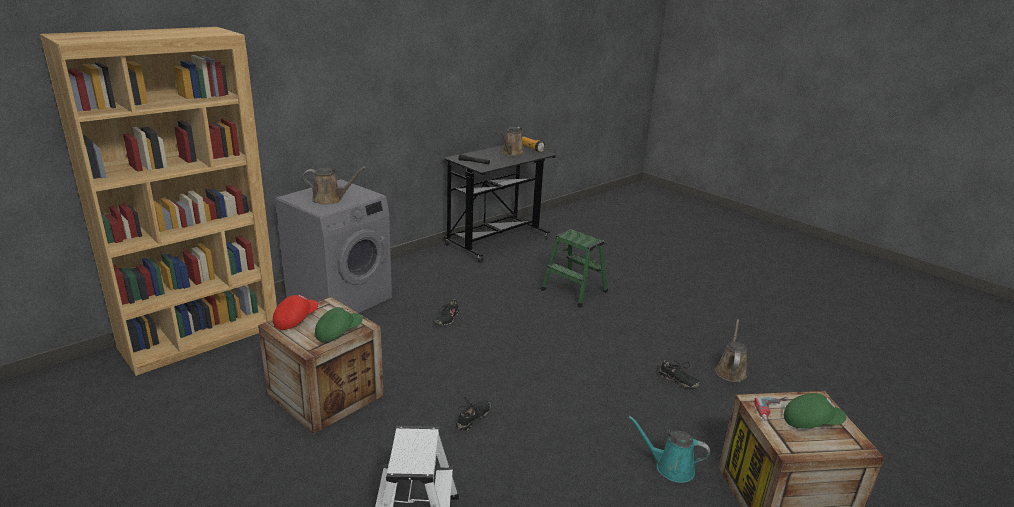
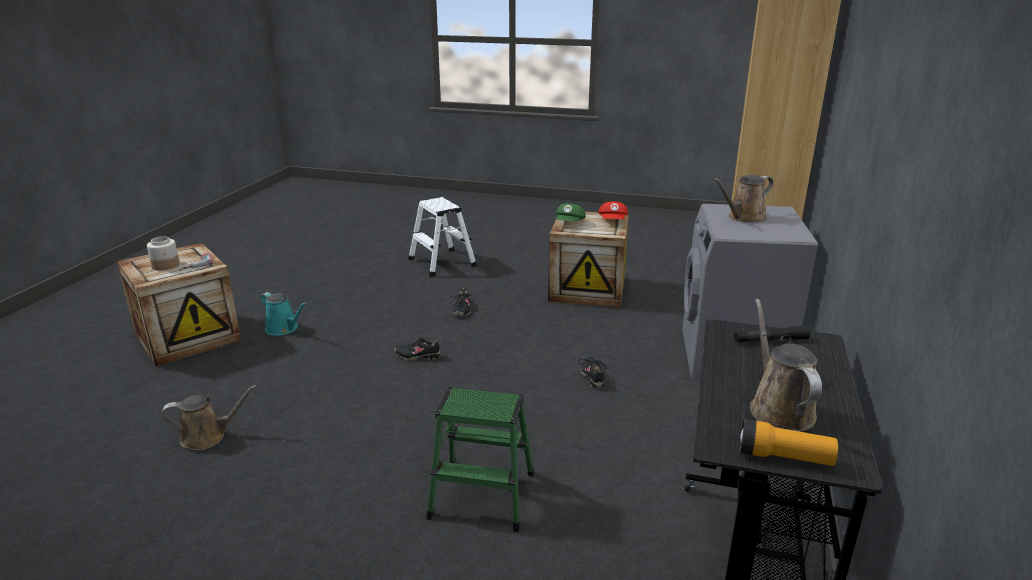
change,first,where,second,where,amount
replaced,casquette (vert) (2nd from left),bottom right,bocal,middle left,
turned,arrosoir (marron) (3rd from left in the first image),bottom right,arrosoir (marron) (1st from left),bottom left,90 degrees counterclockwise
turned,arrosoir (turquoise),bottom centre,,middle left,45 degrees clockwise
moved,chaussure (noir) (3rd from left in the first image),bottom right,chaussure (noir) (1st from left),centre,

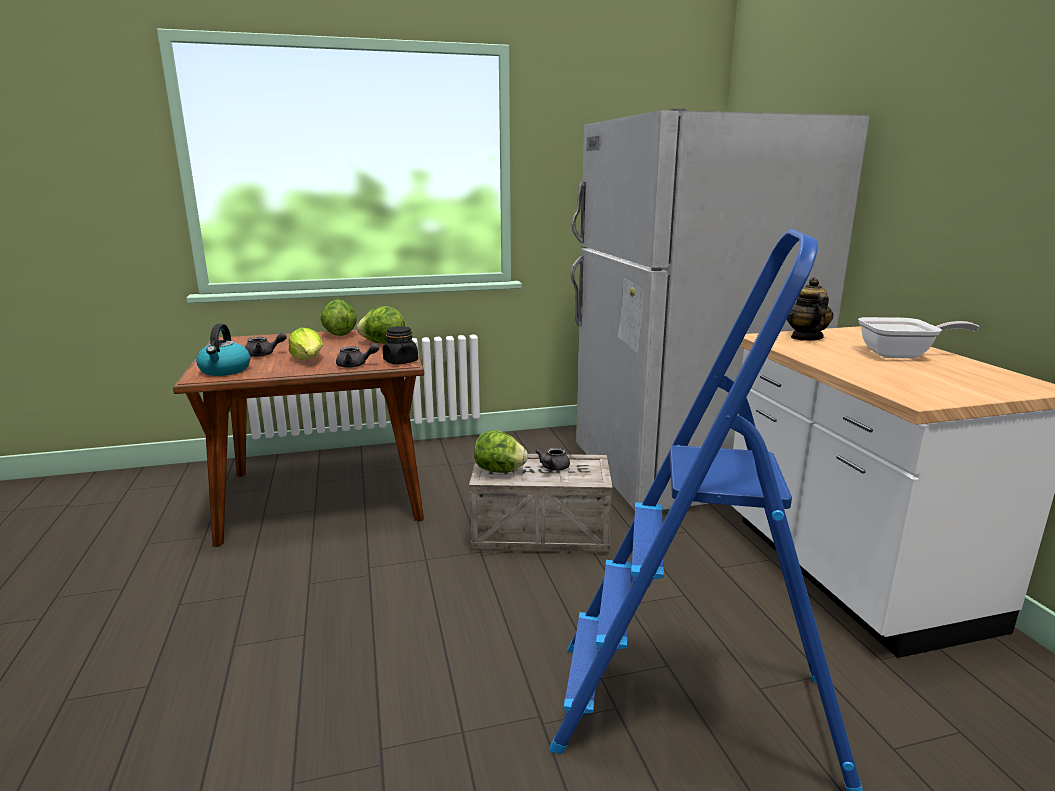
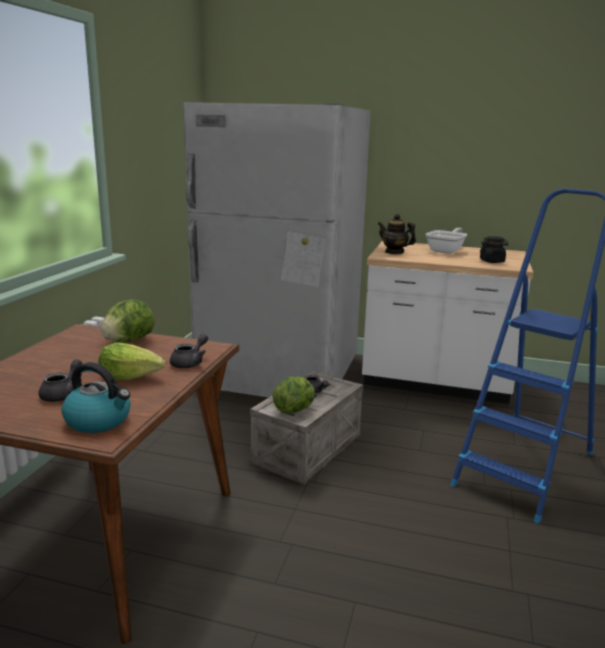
change,first,where,second,where,amount
moved,bocal (noir),centre,,middle right,
removed,laitue (2nd from left),middle left,,,

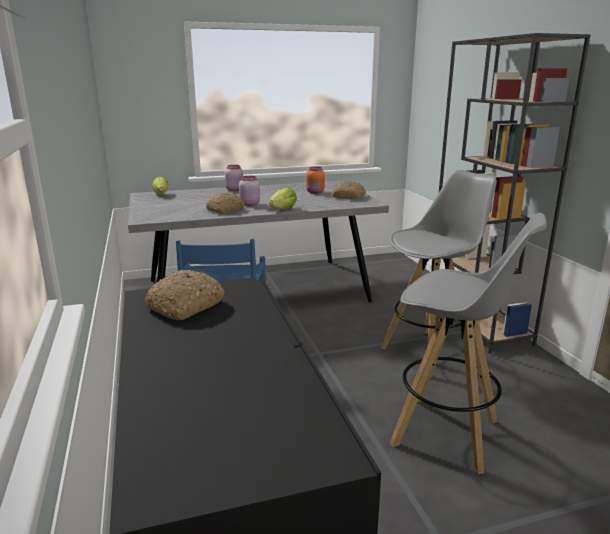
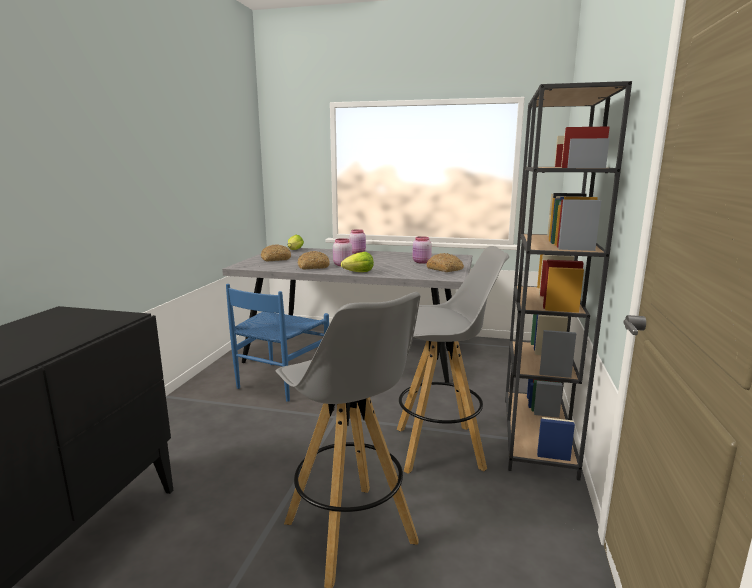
change,first,where,second,where,amount
moved,pain (1st from left),middle left,,centre,
recoloured,bocal (orange),centre,bocal (rose) (3rd from left),centre,

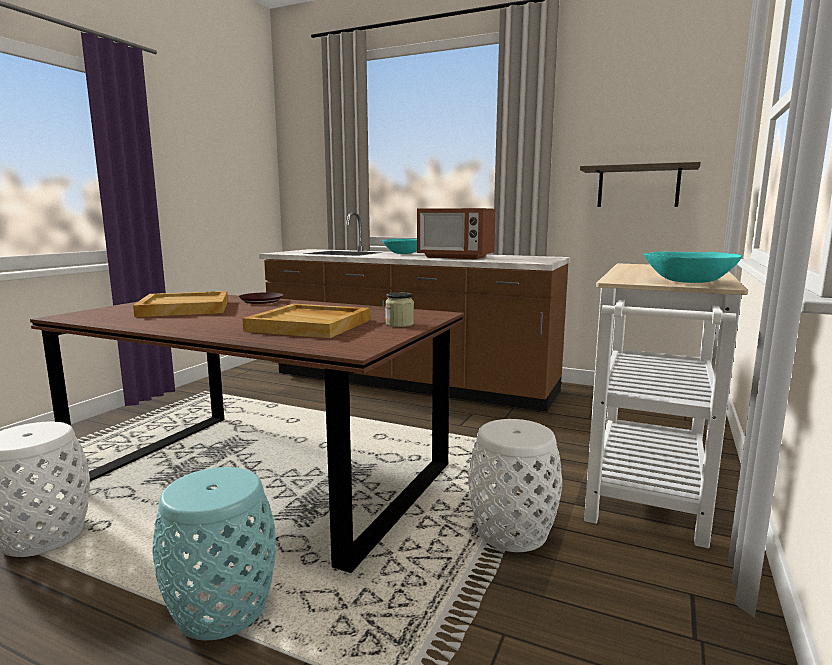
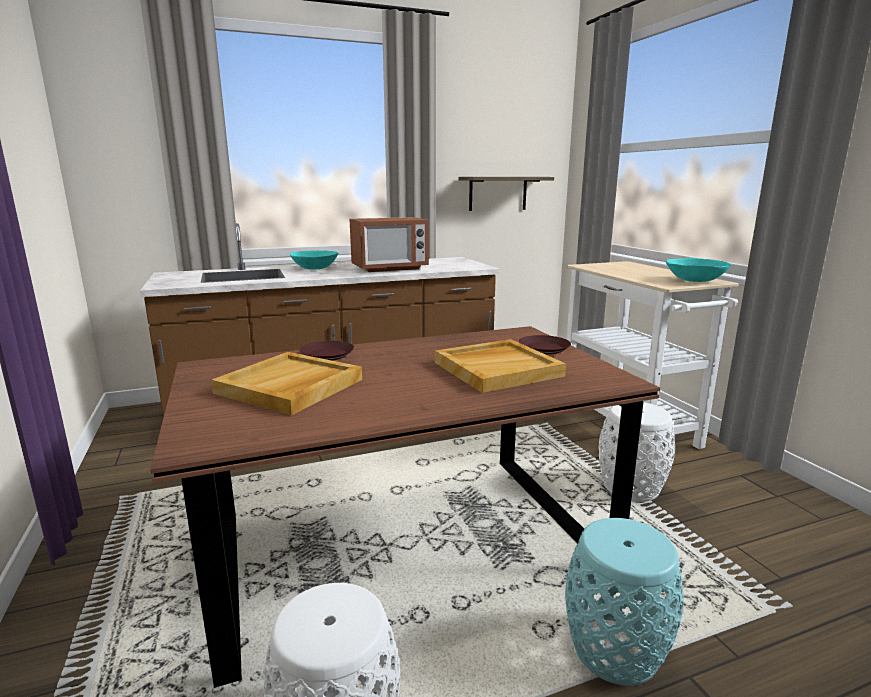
change,first,where,second,where,amount
replaced,bocal,centre,assiette (marron) (2nd from left),centre,

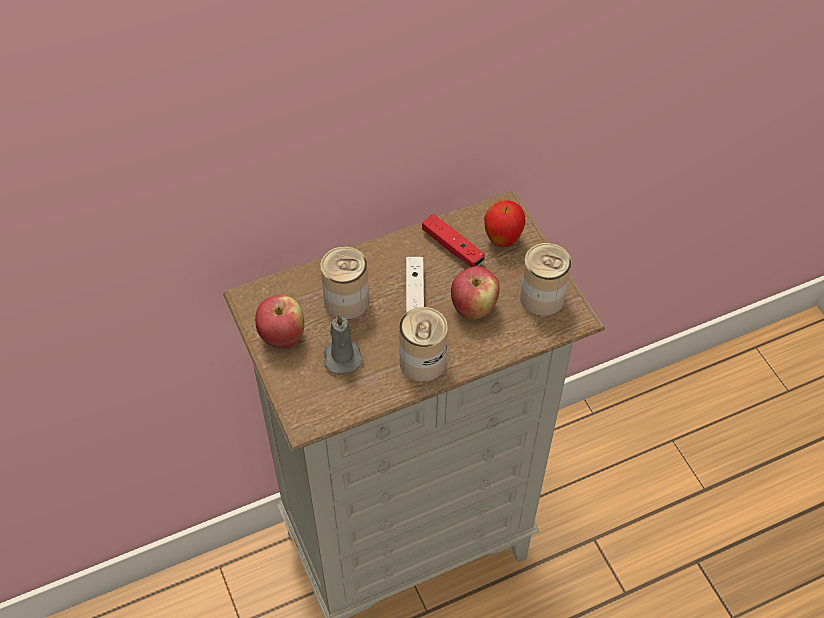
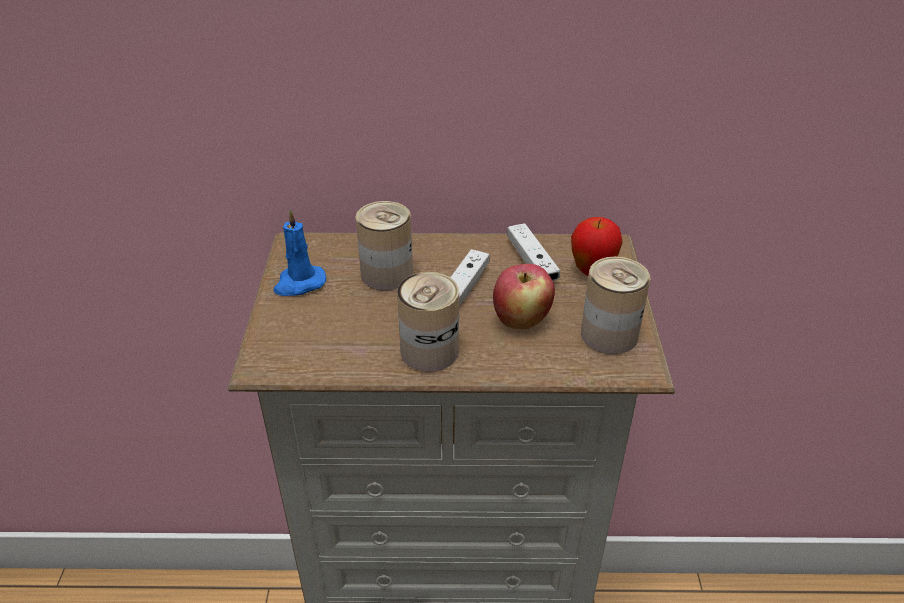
change,first,where,second,where,amount
replaced,pomme (1st from left),centre,bougie (bleu),middle left,
recoloured,manette (rouge),centre,manette (blanc) (2nd from left),centre,
removed,bougie (gris),centre,,,

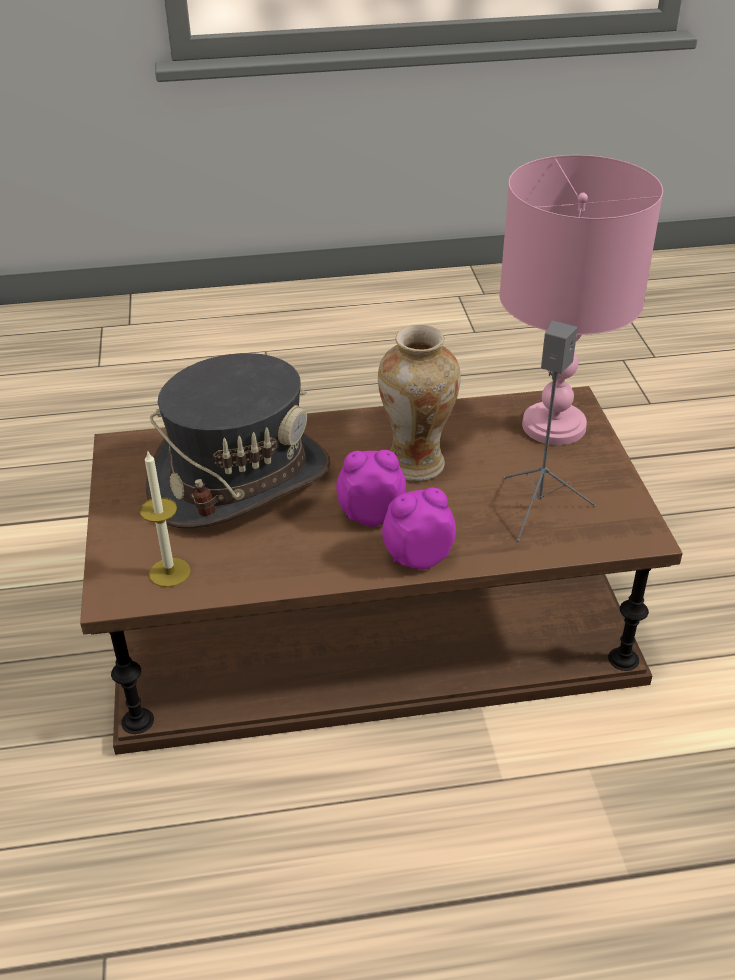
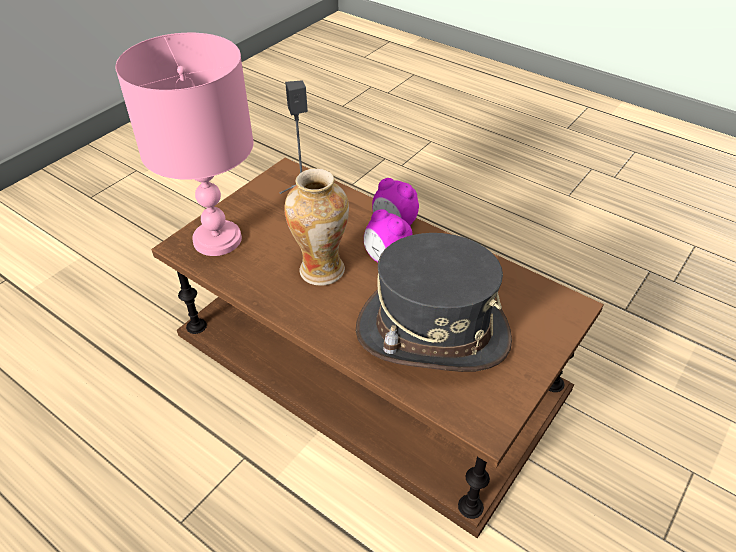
change,first,where,second,where,amount
removed,bougie,middle left,,,

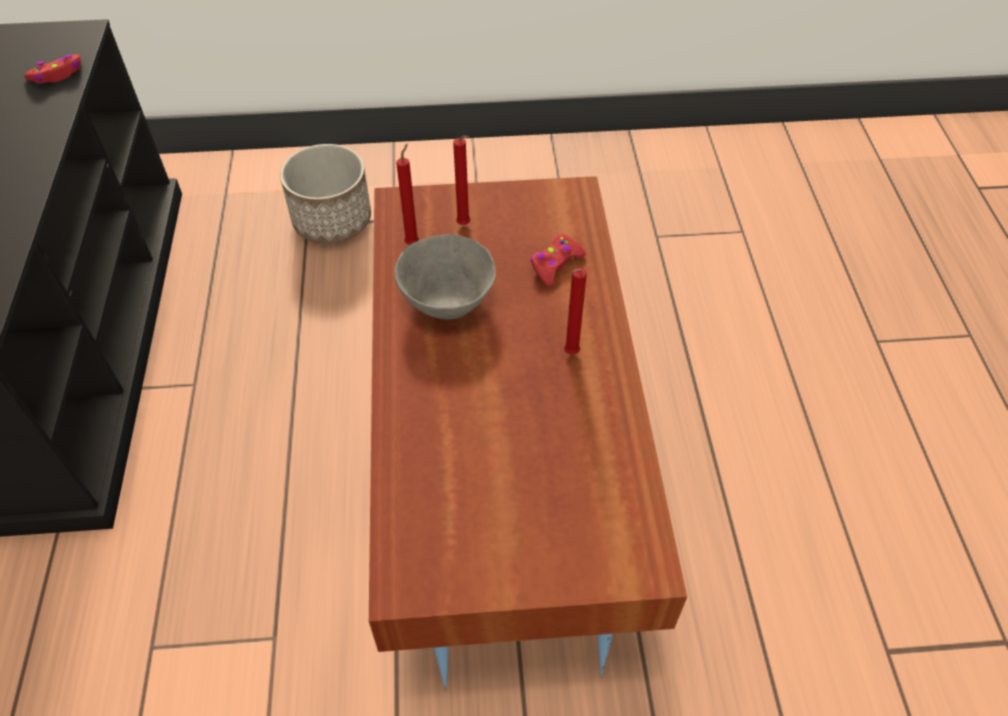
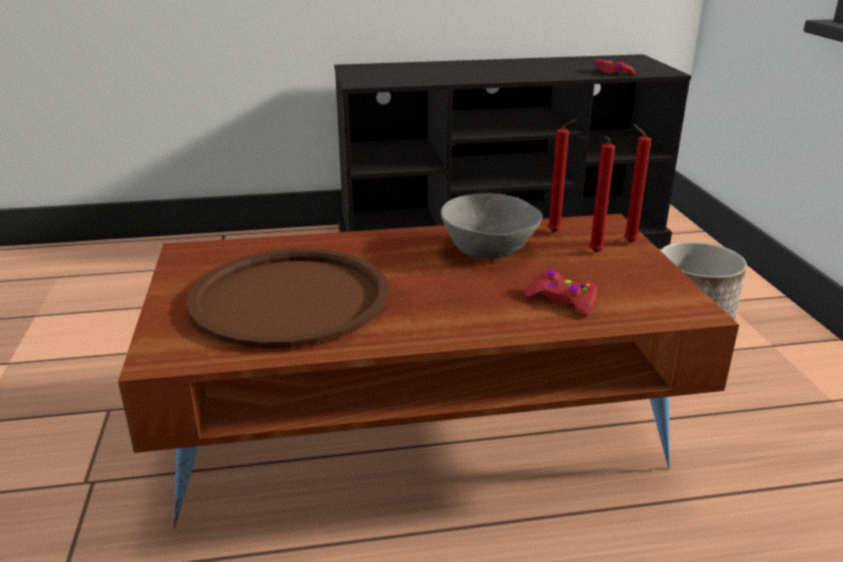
change,first,where,second,where,amount
added,,,plateau (marron),centre,
moved,bougie (rouge) (3rd from left),centre,,top right,

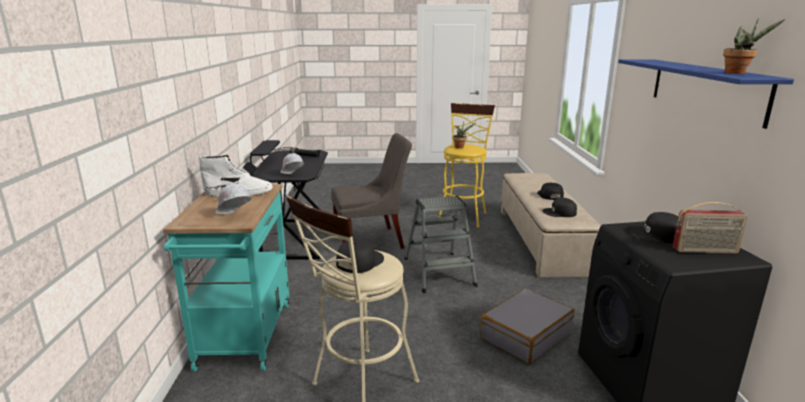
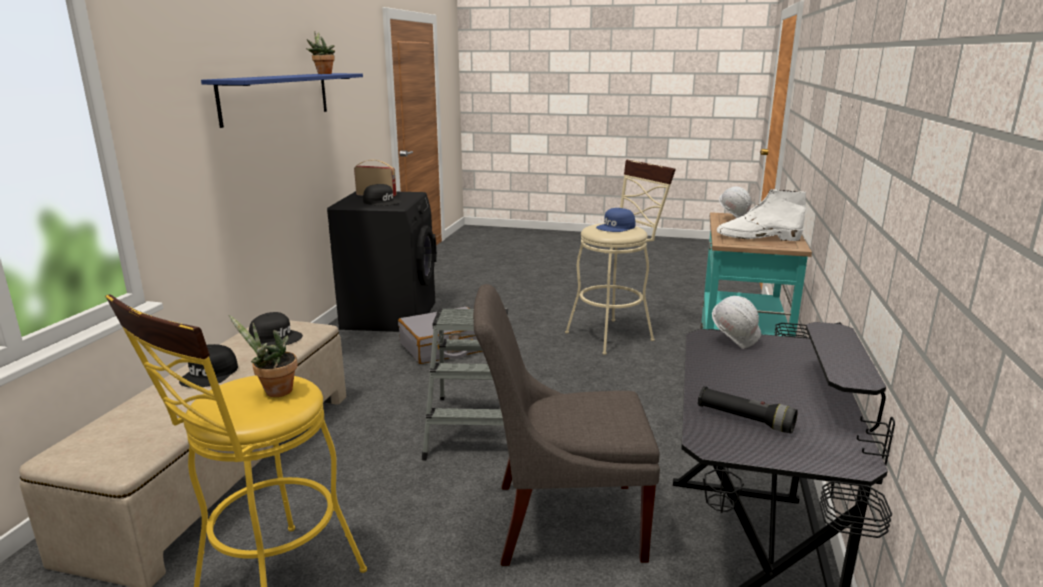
change,first,where,second,where,amount
recoloured,casquette (noir) (1st from left),centre,casquette (bleu),centre,

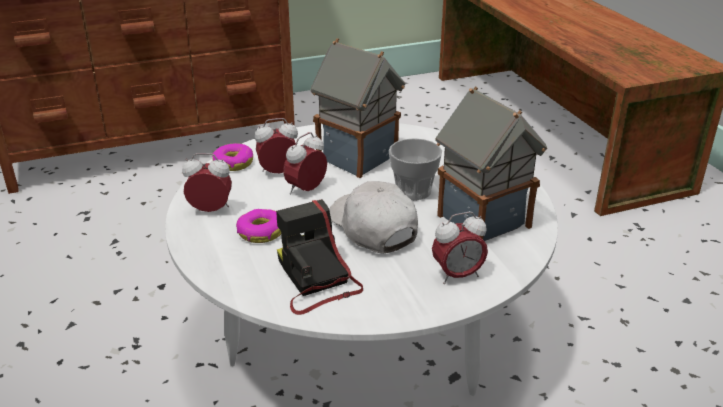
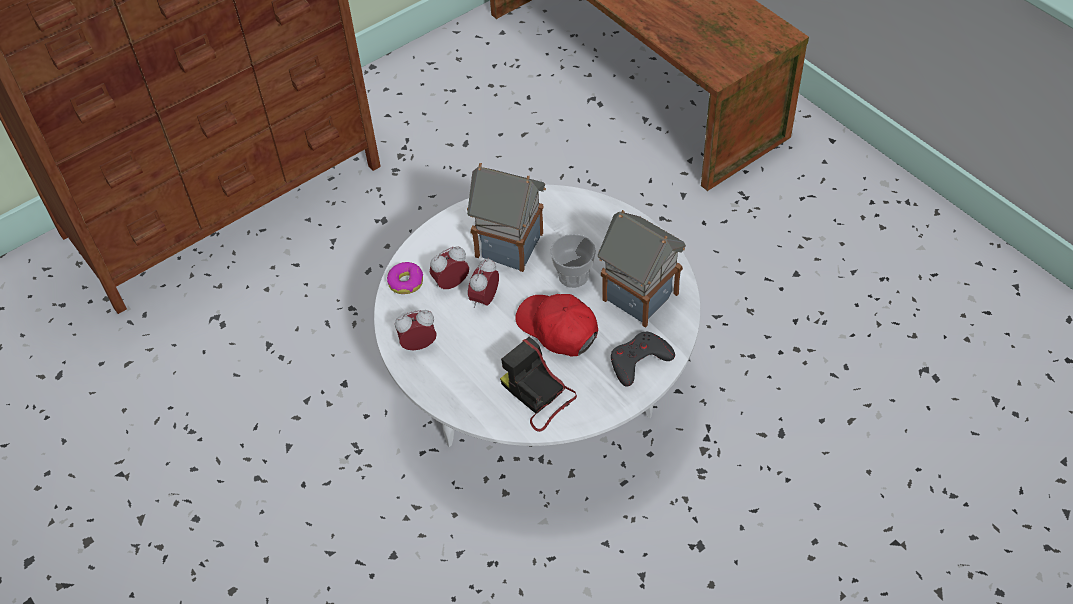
change,first,where,second,where,amount
recoloured,casquette (blanc),centre,casquette (rouge),centre,
replaced,réveil (4th from left),centre,manette (gris),centre,
removed,beignet (2nd from left),centre,,,

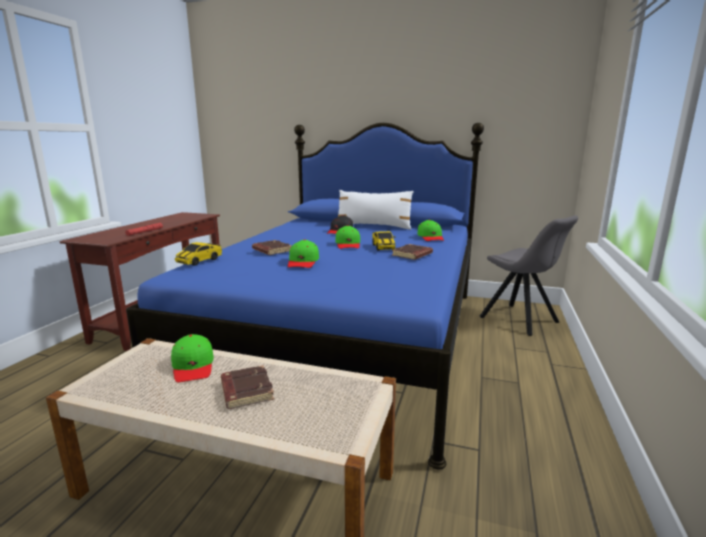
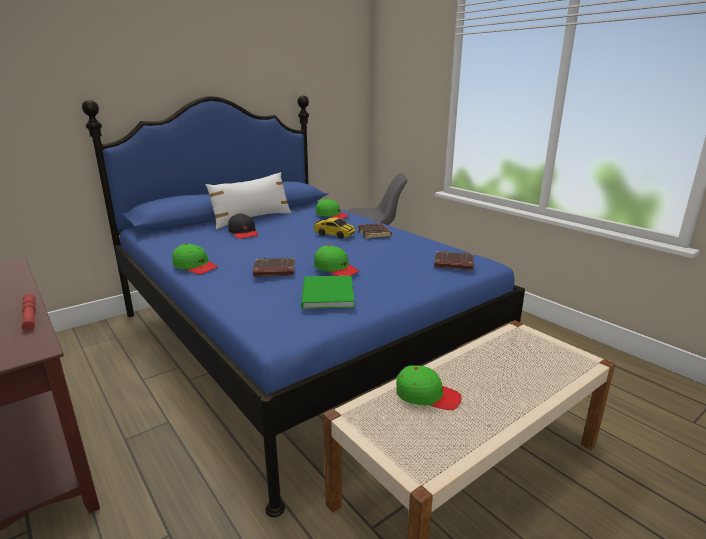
change,first,where,second,where,amount
moved,casquette (vert) (3rd from left in the first image),centre,casquette (vert) (1st from left),middle left,
added,,,livre (vert),centre,
moved,livre (marron) (1st from left in the first image),bottom centre,livre (marron) (3rd from left),centre,
removed,petite voiture (1st from left),middle left,,,

